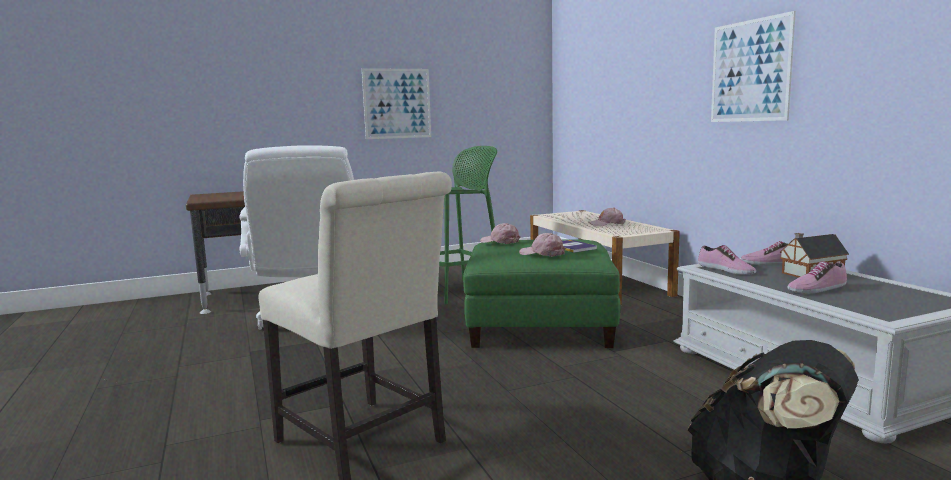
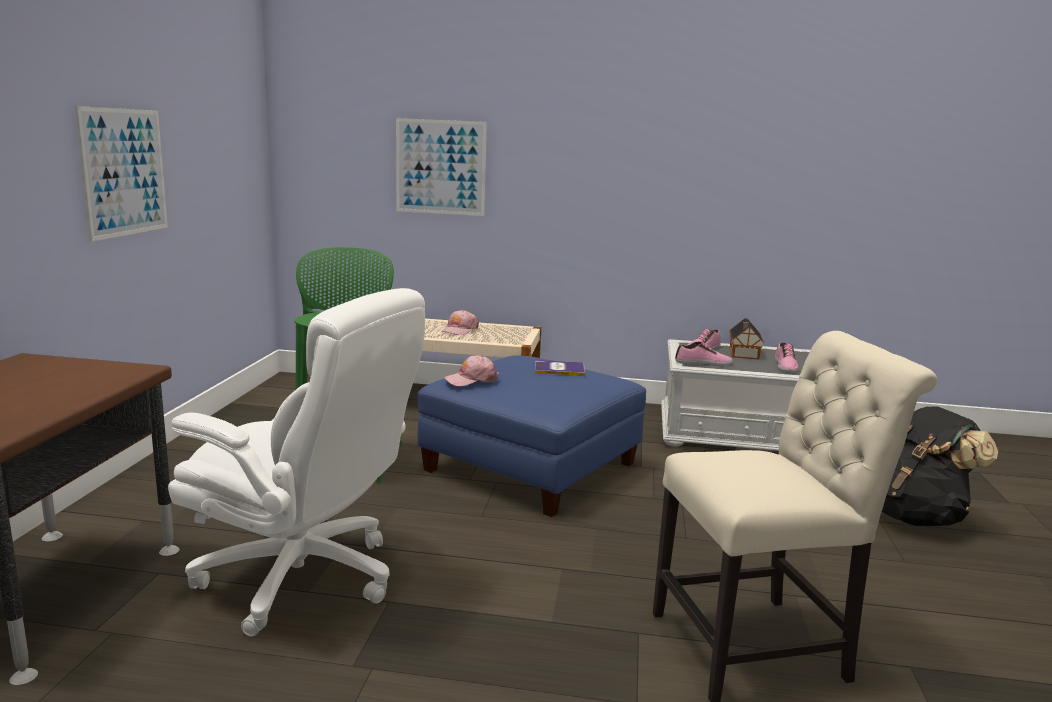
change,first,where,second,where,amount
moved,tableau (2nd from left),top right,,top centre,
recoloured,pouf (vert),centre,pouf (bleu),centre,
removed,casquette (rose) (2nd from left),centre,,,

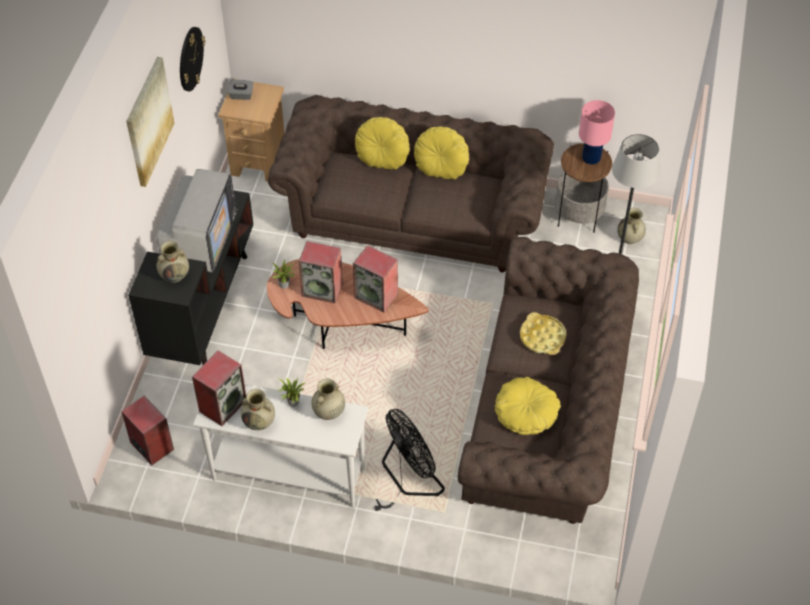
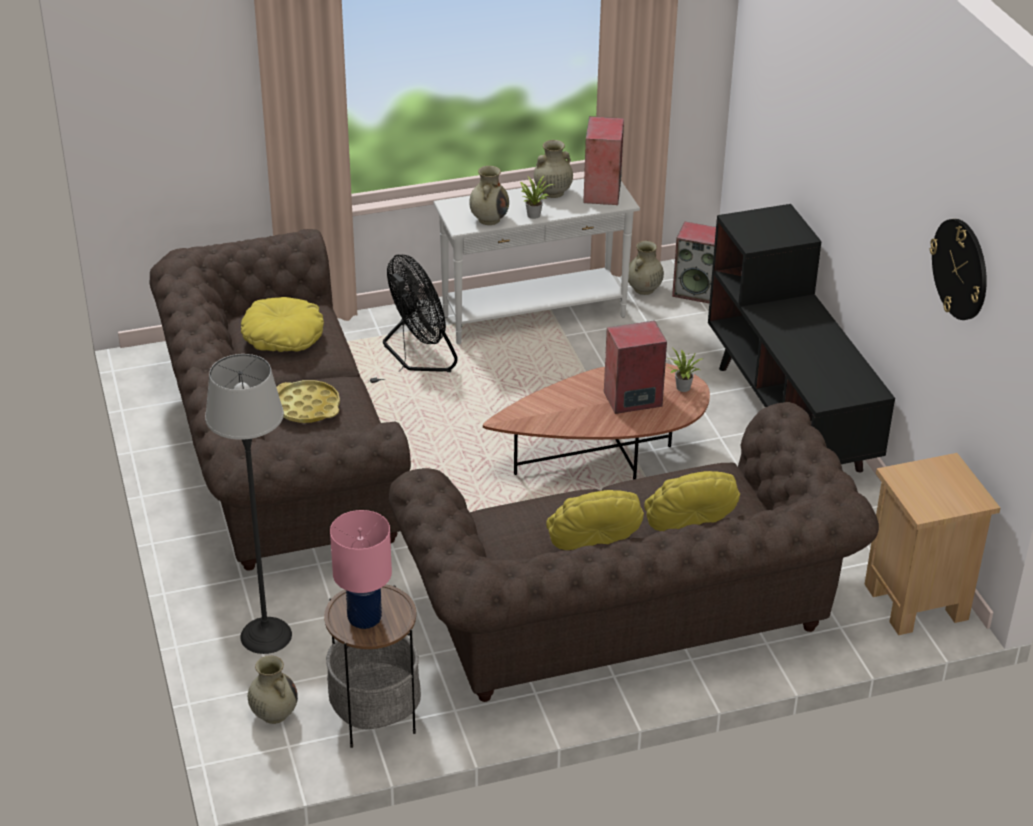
change,first,where,second,where,amount
turned,ventilateur (noir),bottom centre,,centre,150 degrees counterclockwise
moved,vase (beige) (1st from left in the first image),middle left,vase (beige) (4th from left),top centre,
removed,tableau,top left,,,
removed,téléviseur,middle left,,,
removed,boîte à mouchoirs (gris),top left,,,
removed,enceinte (4th from left),centre,,,

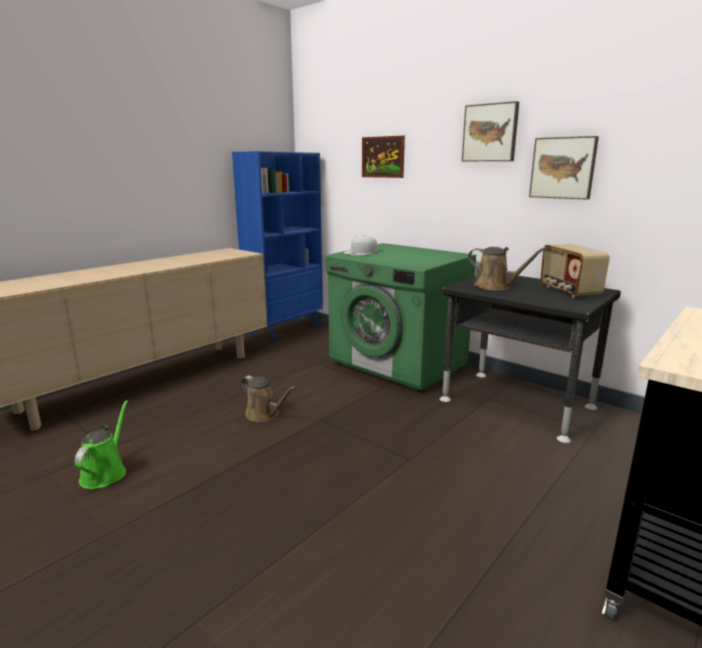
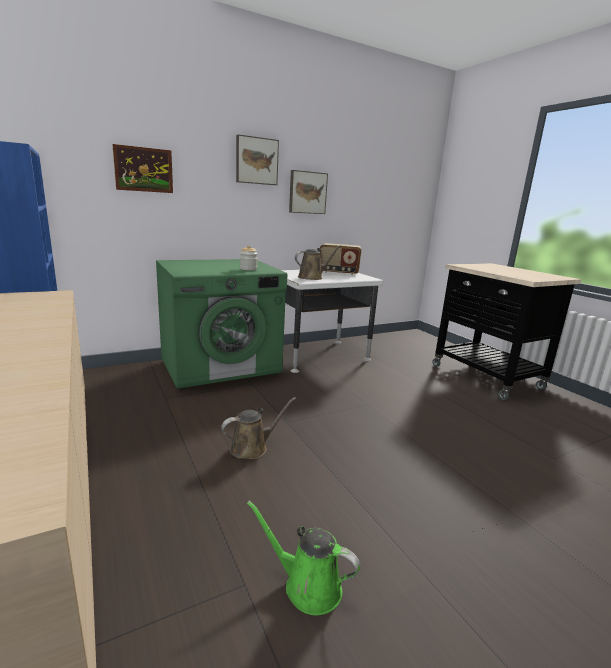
change,first,where,second,where,amount
added,,,bocal,centre,
recoloured,bureau (noir),middle right,bureau (blanc),centre,
removed,casquette (blanc),centre,,,

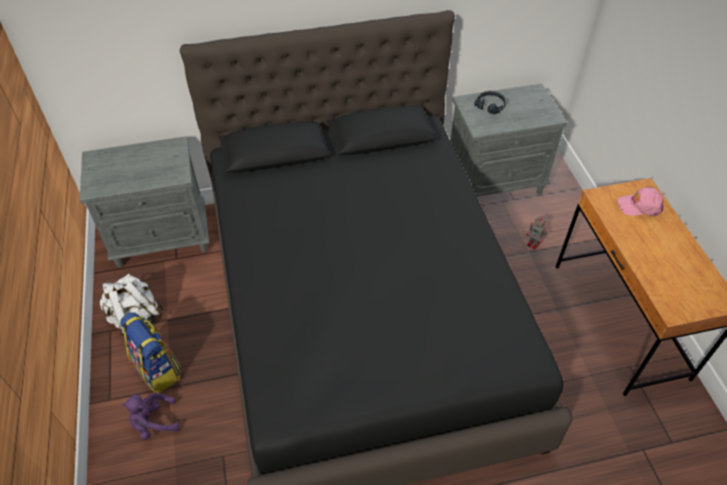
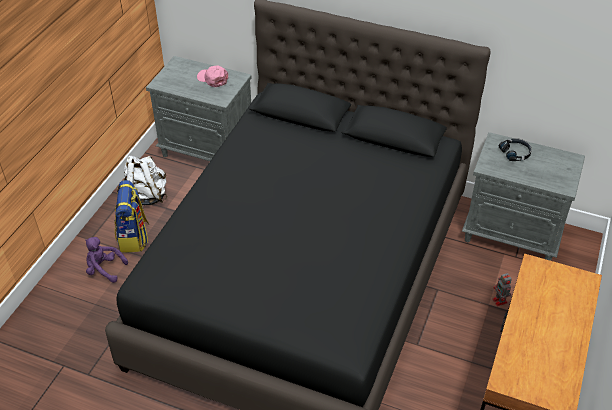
change,first,where,second,where,amount
moved,casquette (rose),middle right,,top centre,

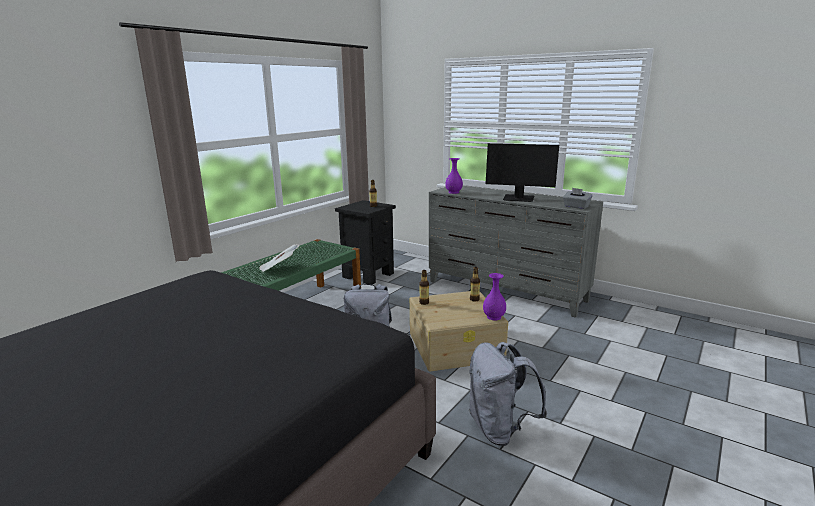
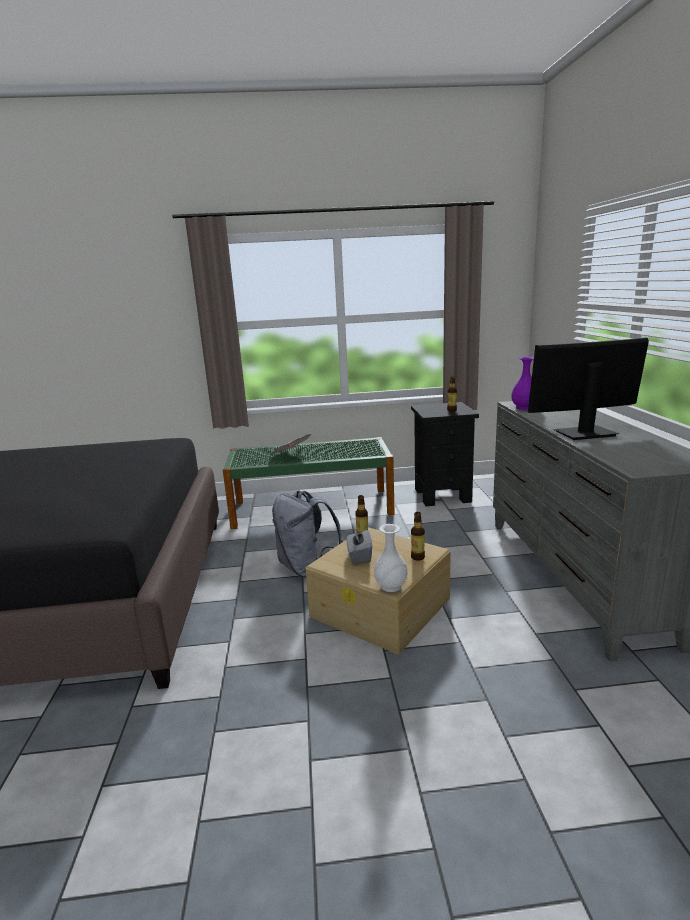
change,first,where,second,where,amount
moved,boîte à mouchoirs (gris),middle right,,centre,
recoloured,vase (violet) (2nd from left),centre,vase (blanc),centre,
turned,écran d'ordinateur,centre,,middle right,105 degrees clockwise
removed,sac à dos (gris) (2nd from left),bottom centre,,,

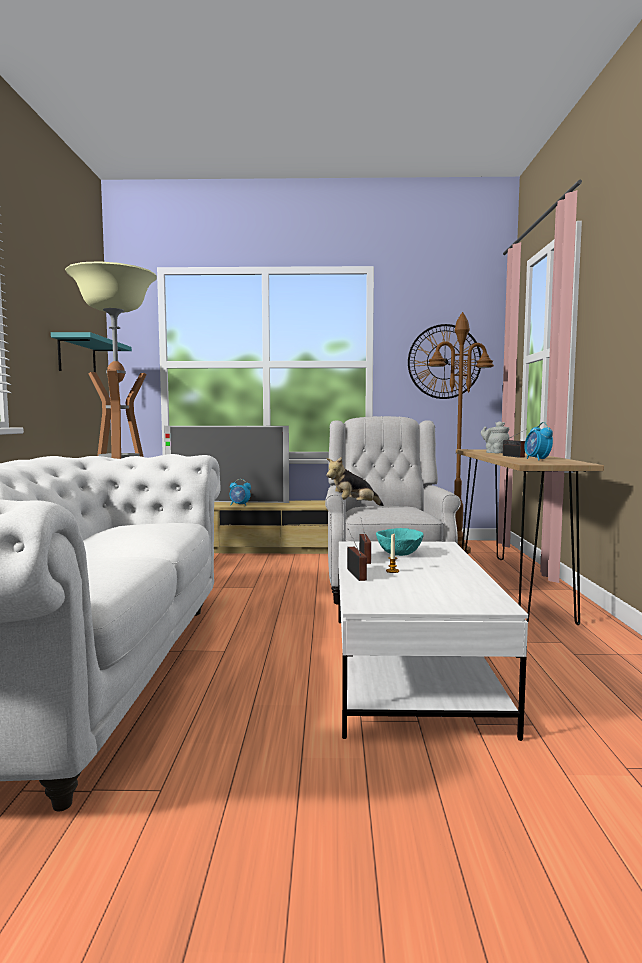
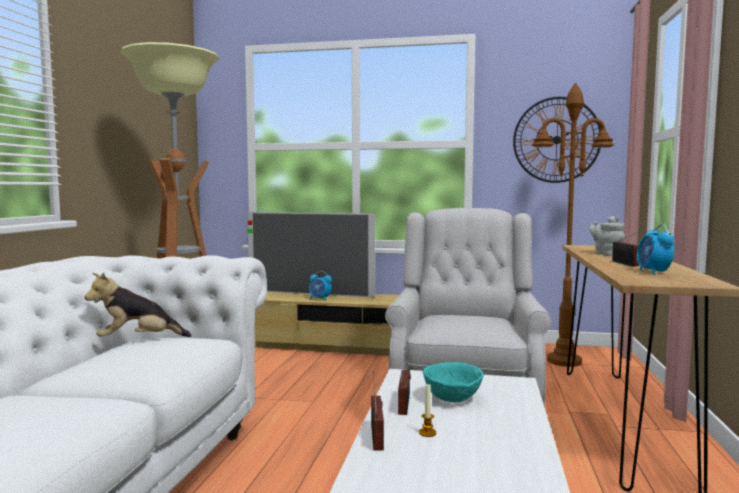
change,first,where,second,where,amount
moved,peluche,centre,,middle left,
removed,étagère (turquoise),middle left,,,

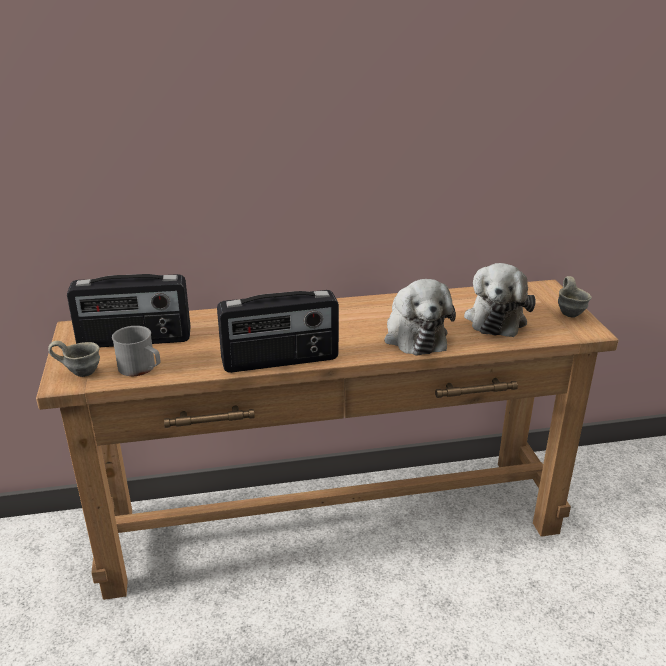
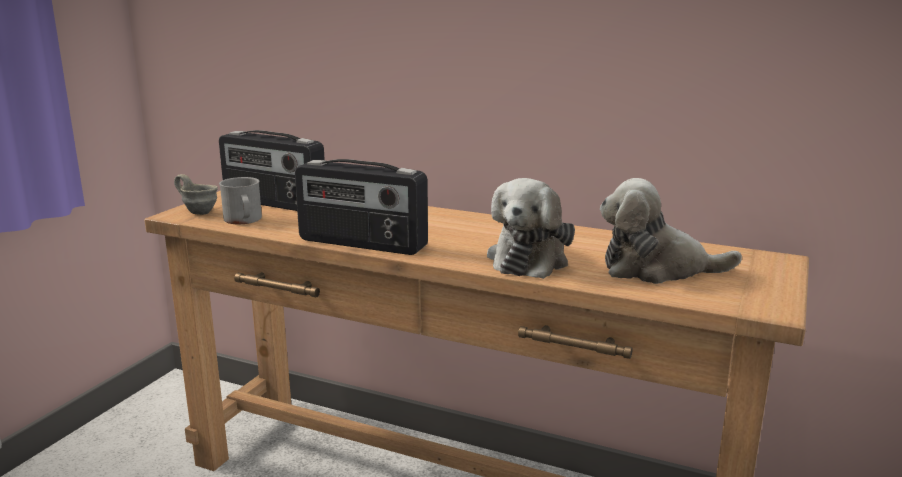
change,first,where,second,where,amount
turned,peluche (2nd from left),middle right,,middle right,45 degrees clockwise
removed,mug (gris) (3rd from left),middle right,,,

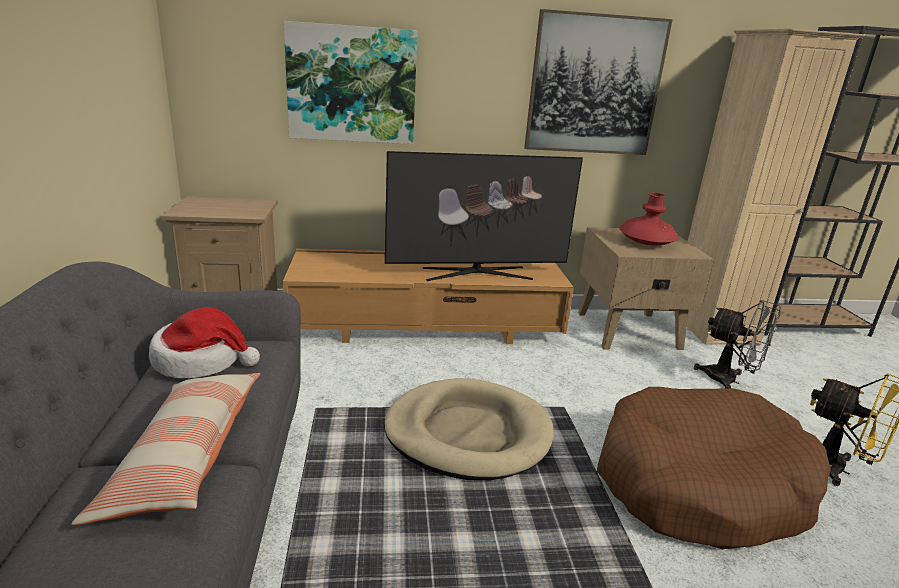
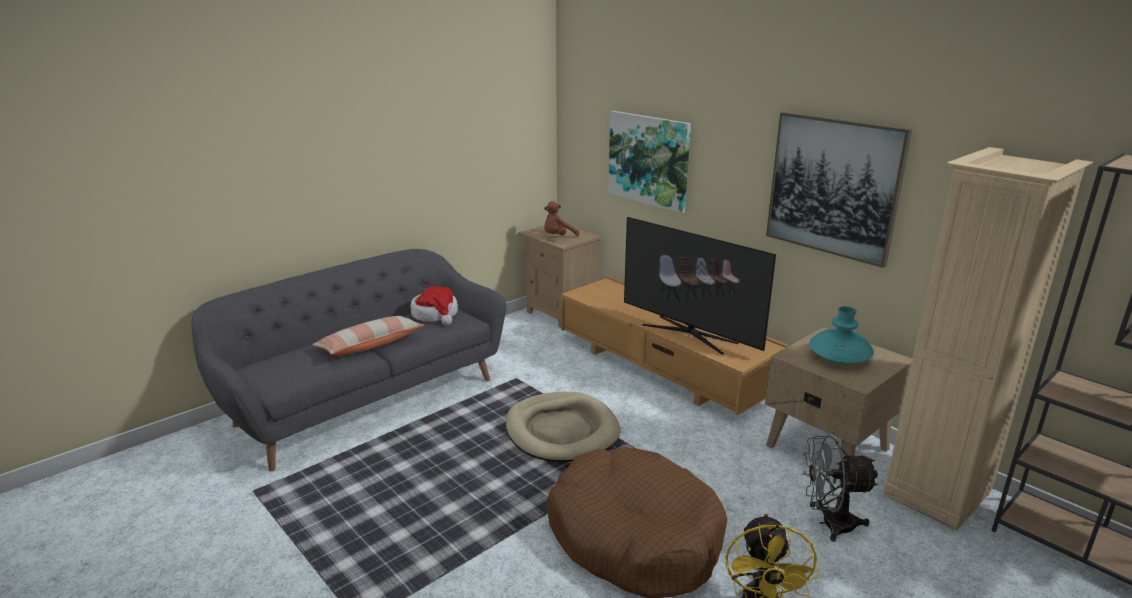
change,first,where,second,where,amount
added,,,peluche (marron),centre,
turned,ventilateur (gris),middle right,,bottom right,90 degrees clockwise
recoloured,vase (rouge),middle right,vase (turquoise),middle right,

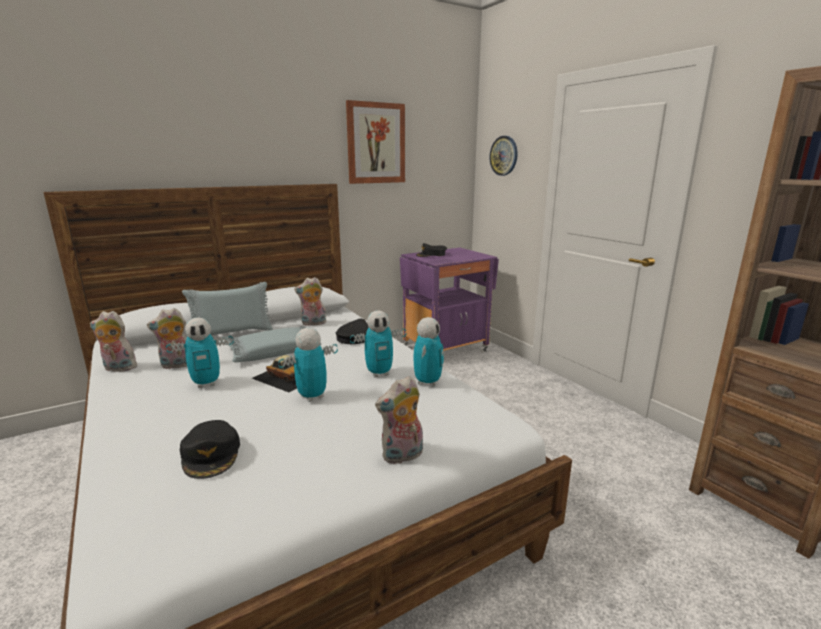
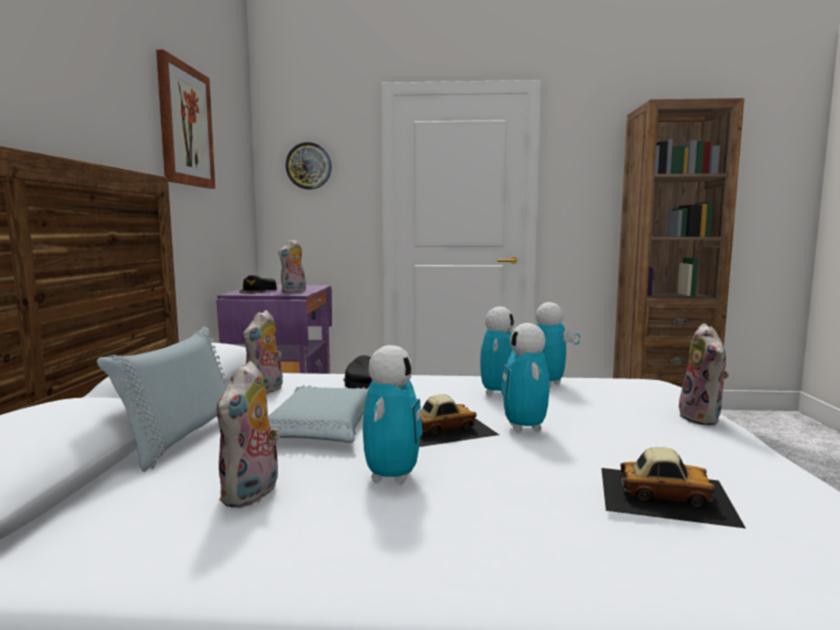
change,first,where,second,where,amount
moved,peluche (1st from left in the first image),middle left,peluche (3rd from left),centre,
replaced,casquette (noir) (1st from left),bottom left,petite voiture (2nd from left),bottom right,

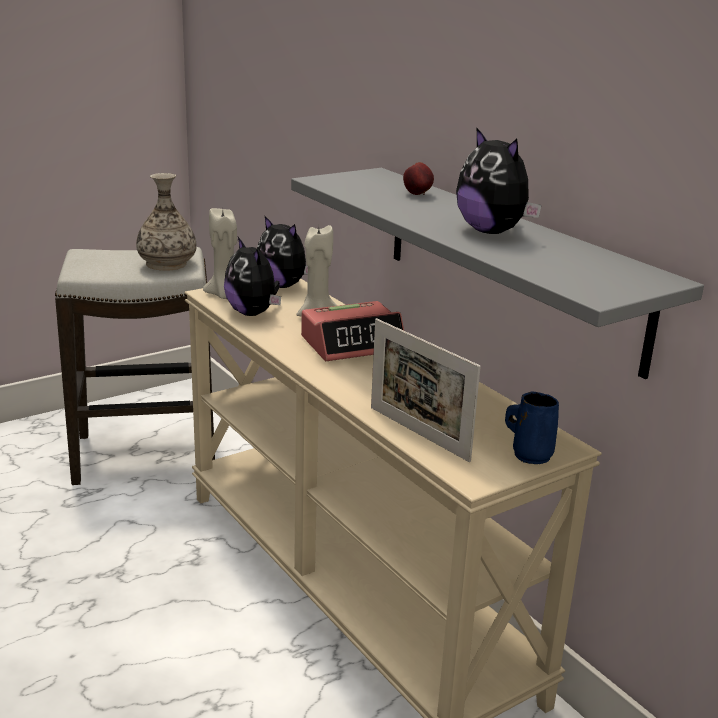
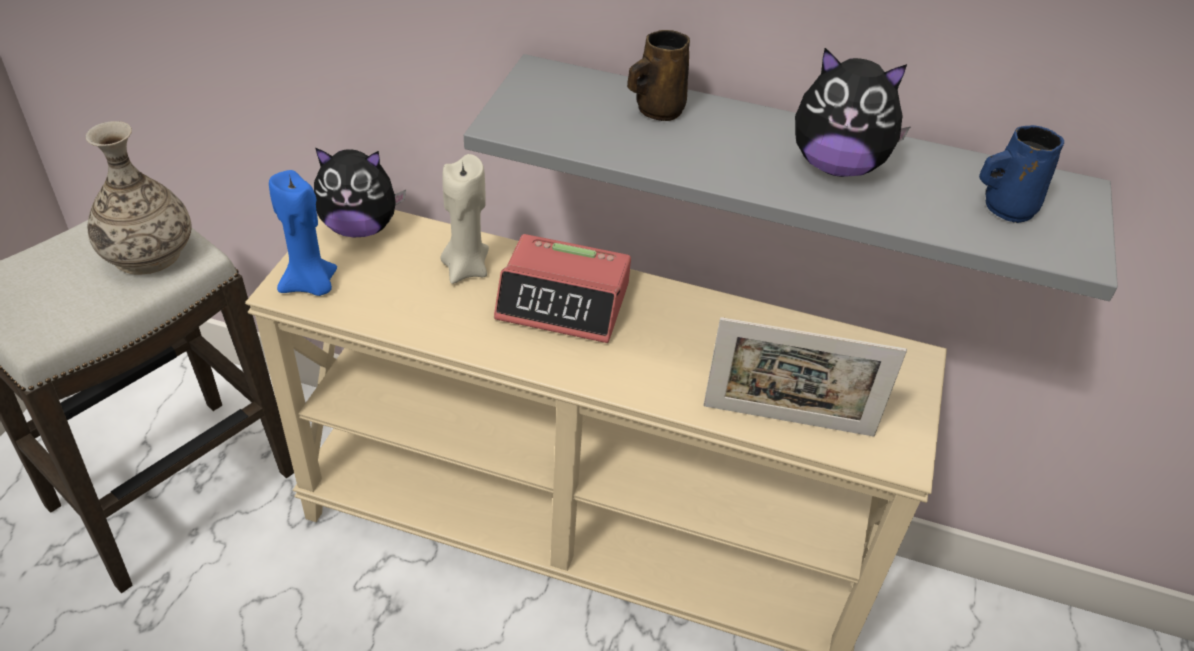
change,first,where,second,where,amount
recoloured,bougie (beige) (1st from left),middle left,bougie (bleu),middle left,
turned,réveil,centre,,centre,75 degrees clockwise
replaced,pomme,top centre,mug (marron),top centre,
moved,mug (bleu),middle right,,top right,
removed,peluche (1st from left),centre,,,

